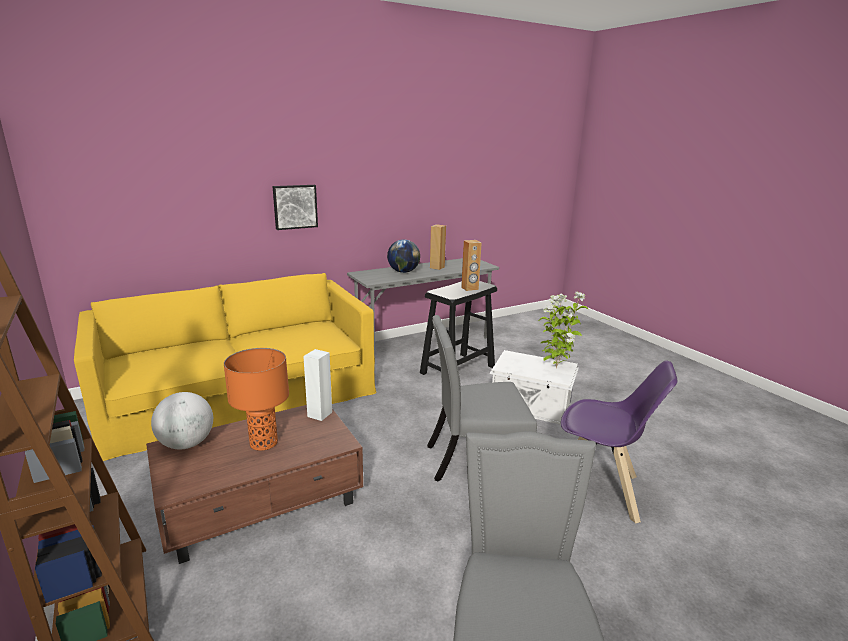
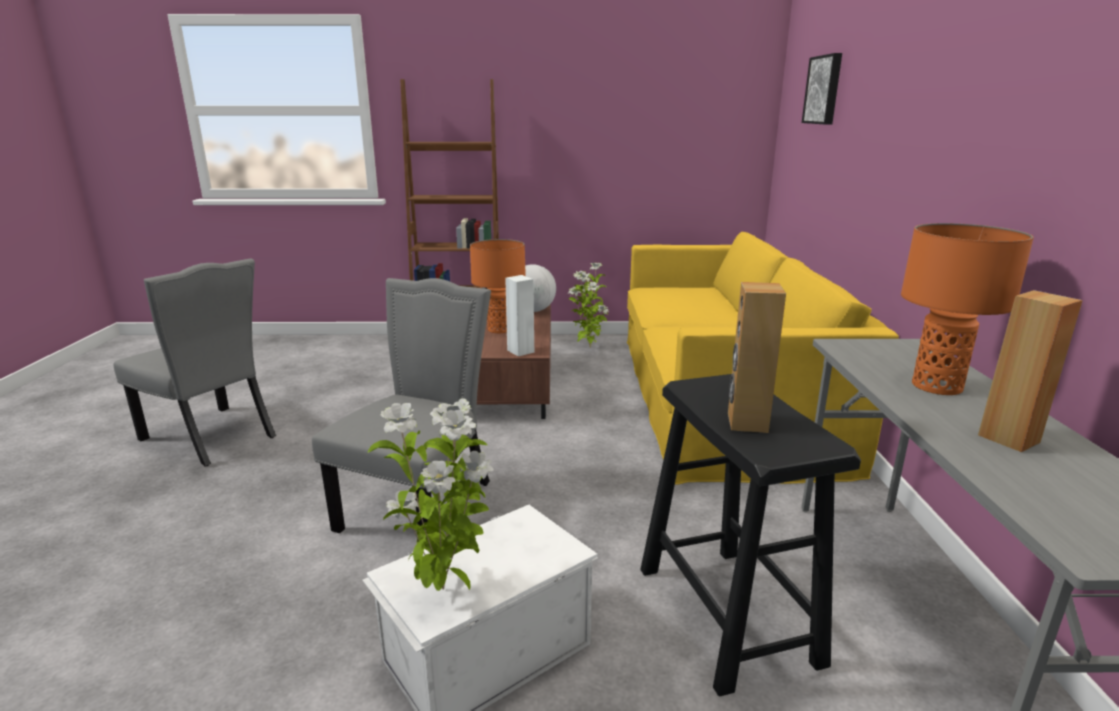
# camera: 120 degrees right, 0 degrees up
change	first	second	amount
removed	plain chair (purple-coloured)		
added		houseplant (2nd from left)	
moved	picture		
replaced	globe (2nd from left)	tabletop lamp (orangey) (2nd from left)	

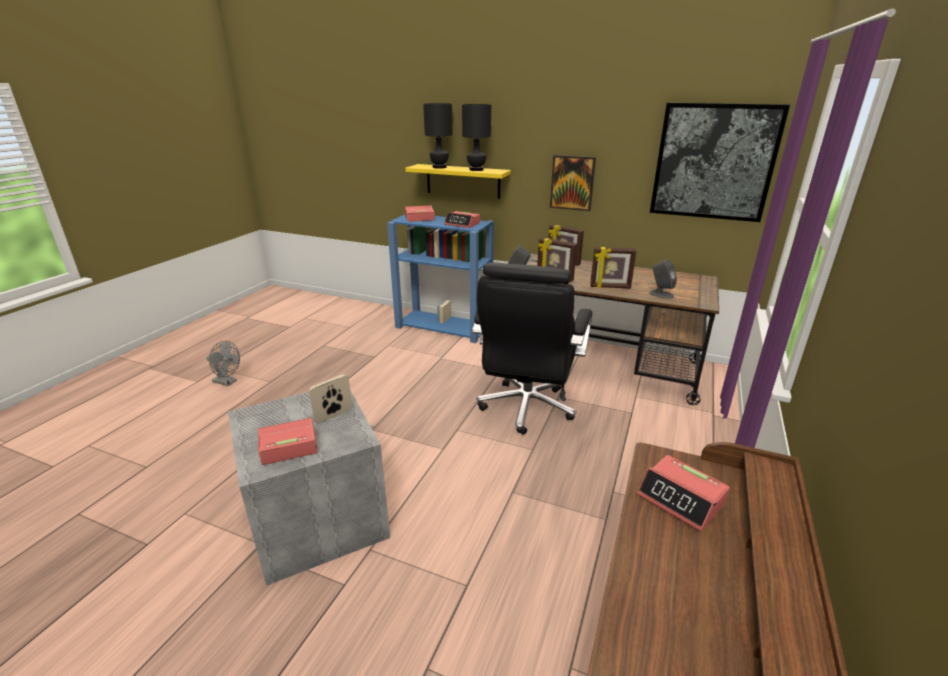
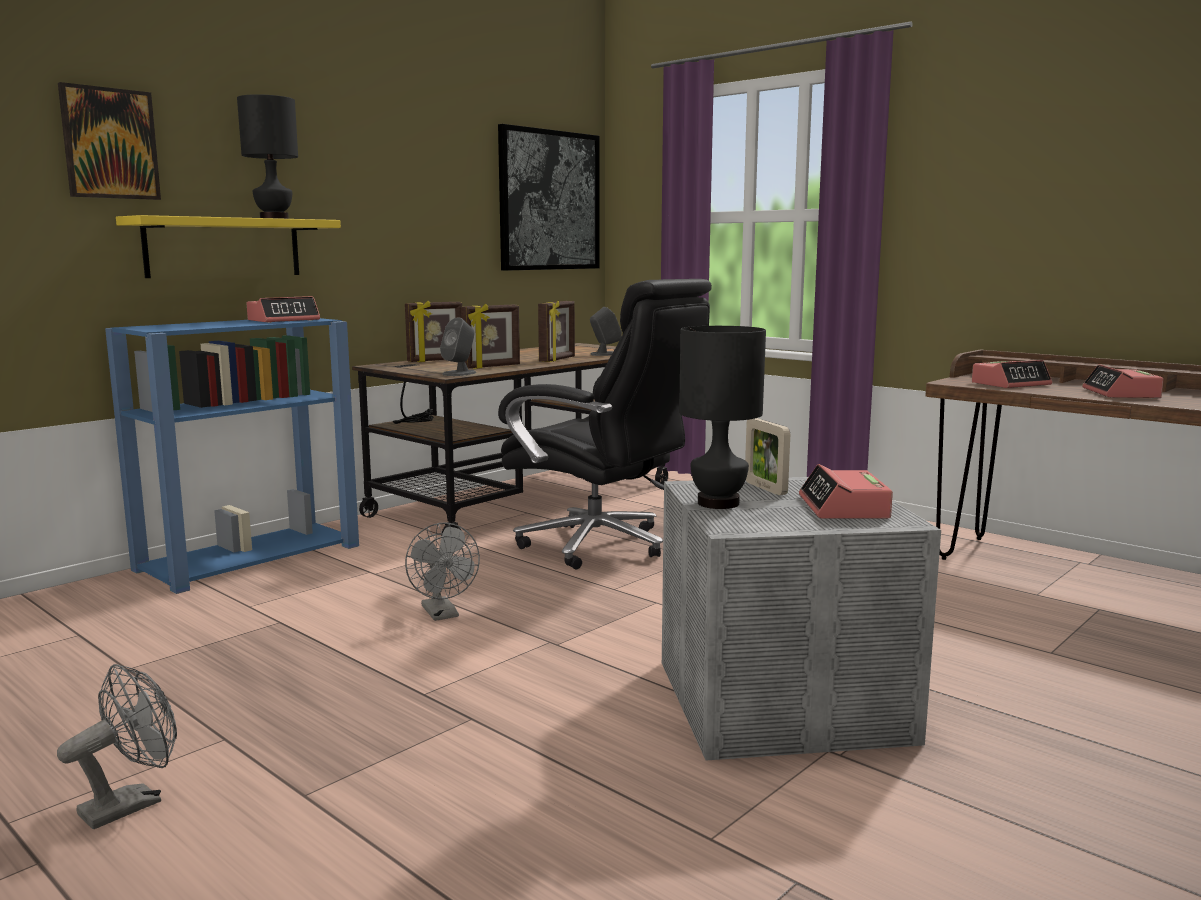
# camera: 70 degrees left, 15 degrees down
change	first	second	amount
added		cooling fan (greyish) (2nd from left)	
moved	bedside clock (2nd from left in the first image)	bedside clock (4th from left)	
moved	tabletop lamp (black-coloured) (1st from left in the first image)	tabletop lamp (black-coloured) (2nd from left)	
moved	picture (1st from left)		

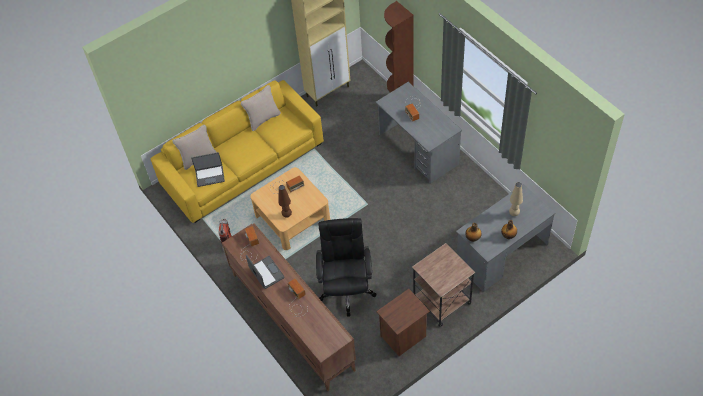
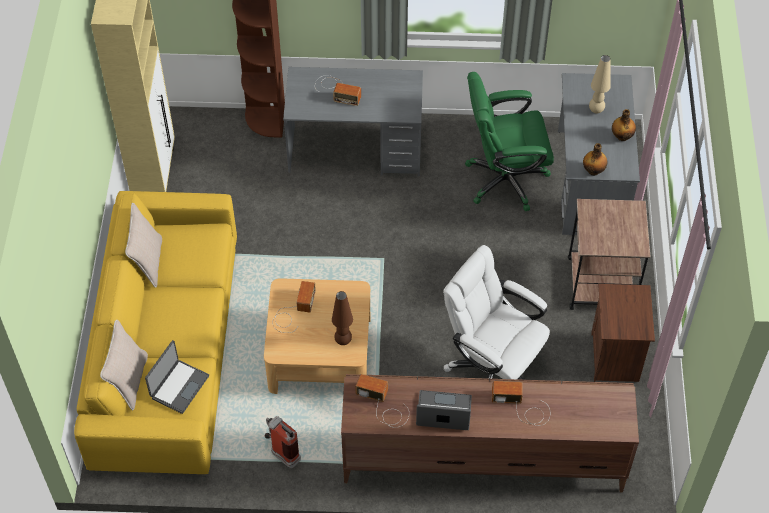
# camera: 55 degrees left, 0 degrees up
change	first	second	amount
added		desk chair (green)	
recoloured	desk chair (black-coloured)	desk chair (whitish)	

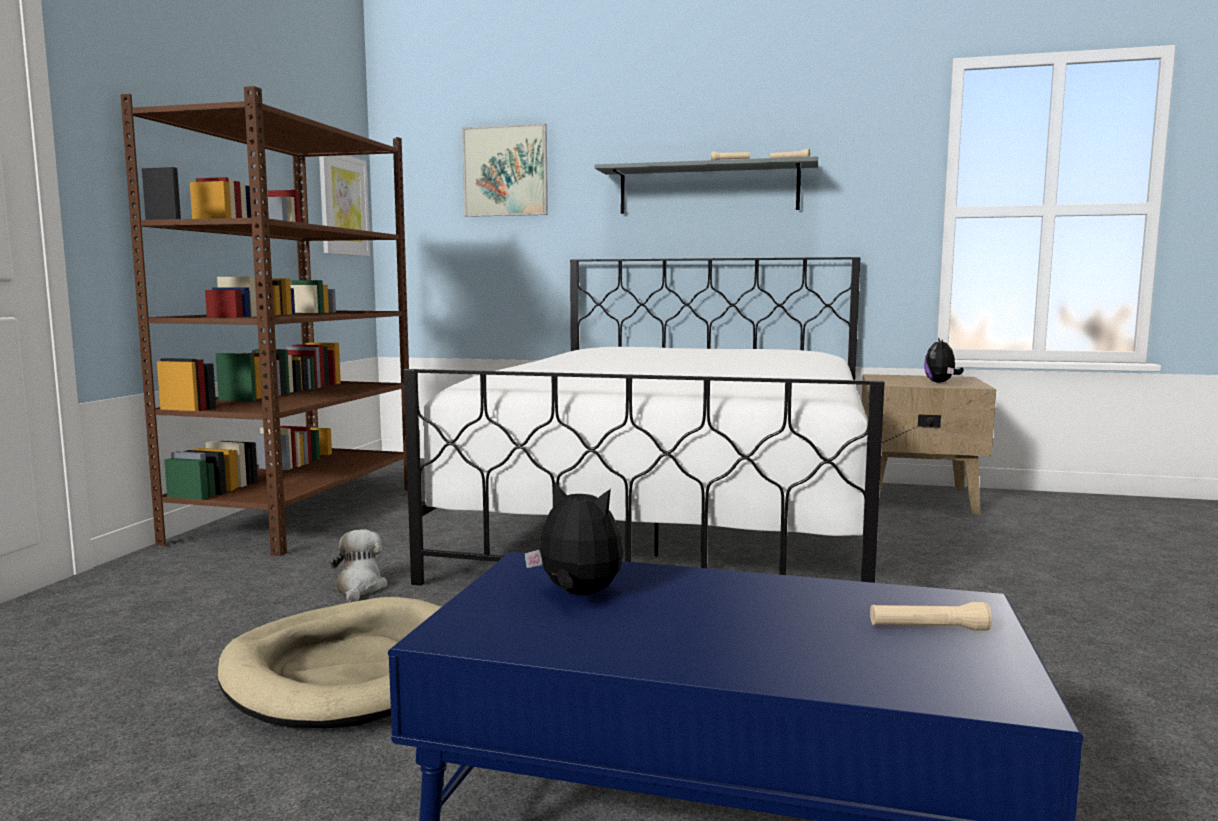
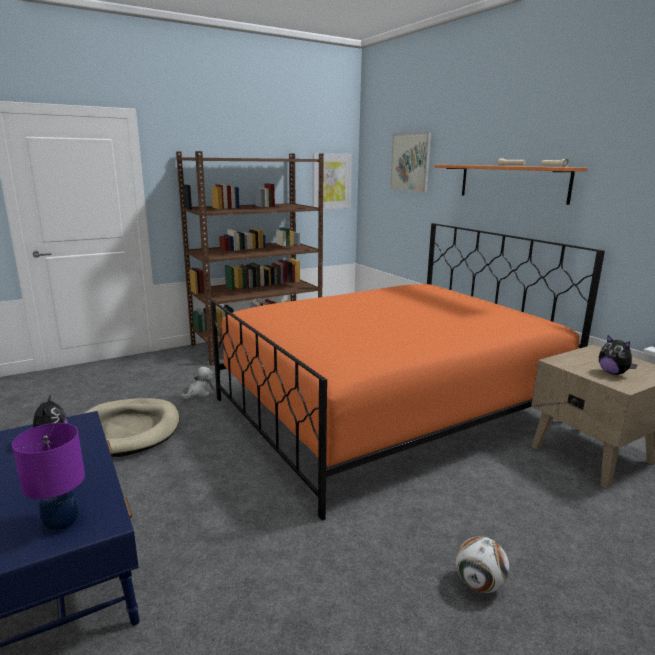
# camera: 45 degrees right, 10 degrees up
change	first	second	amount
added		ball for football	
replaced	hand torch (sand-coloured) (3rd from left)	tabletop lamp (purple-coloured)	
recoloured	bed (whitish)	bed (orangey)	
recoloured	wall shelf (greyish)	wall shelf (orangey)	
turned	soft toy (3rd from left)		90 degrees counterclockwise

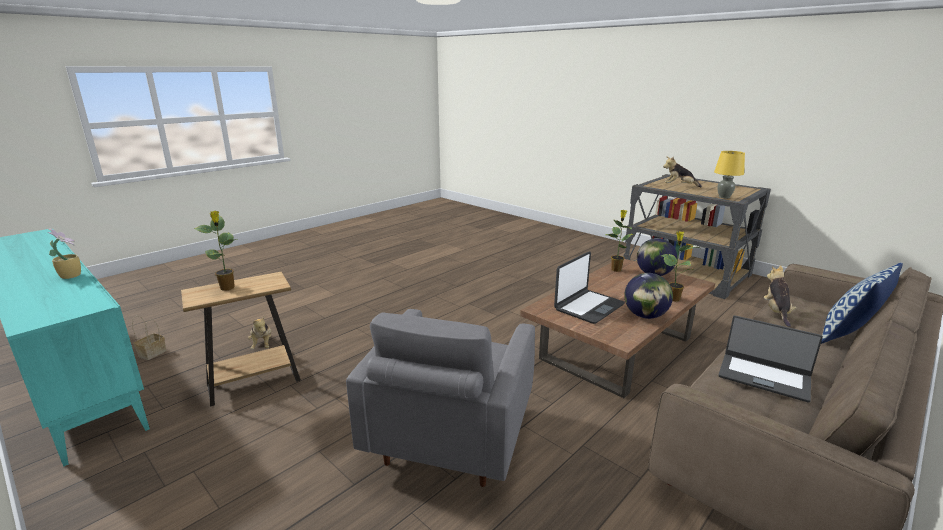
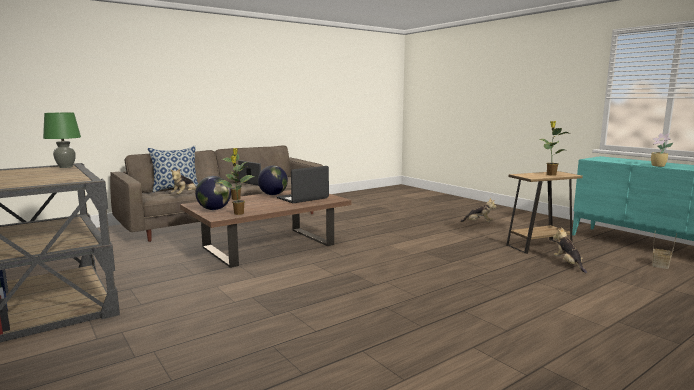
# camera: 170 degrees left, 10 degrees down
change	first	second	amount
removed	armchair (greyish)		
moved	soft toy (2nd from left)		
recoloured	tabletop lamp (yellowish)	tabletop lamp (green)	

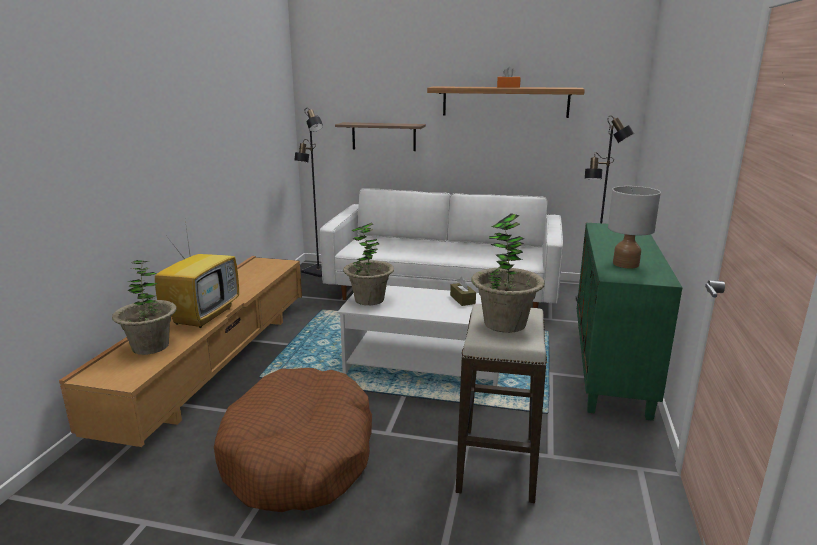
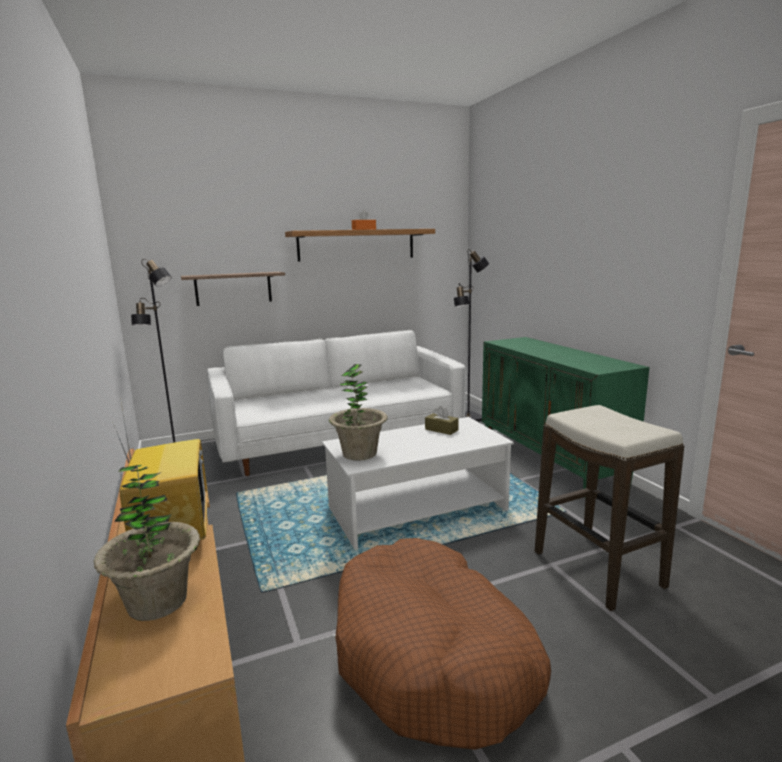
# camera: 35 degrees left, 5 degrees down
change	first	second	amount
removed	houseplant (3rd from left)		
removed	tabletop lamp (greyish)		

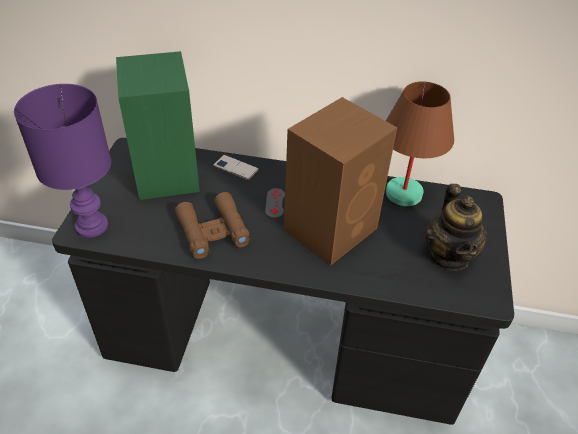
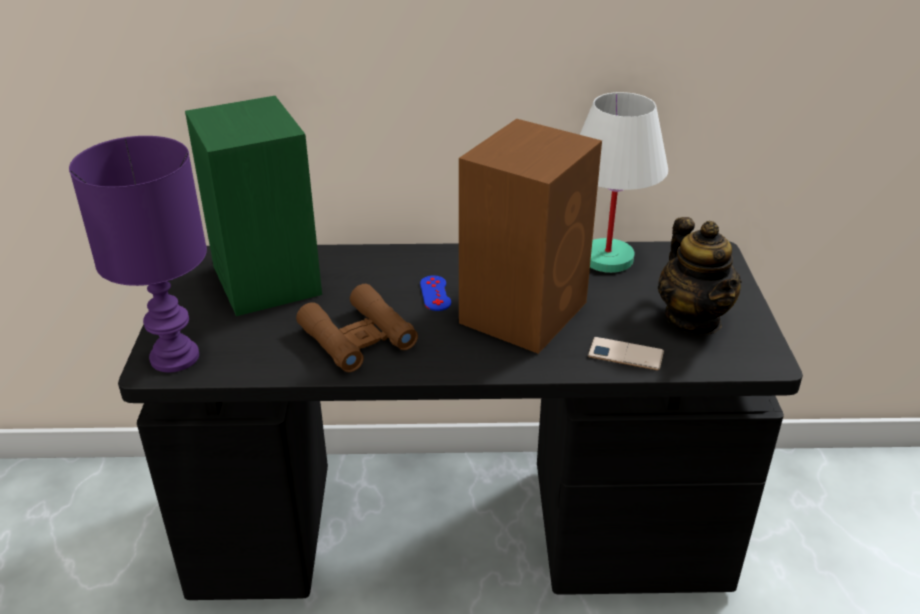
# camera: 10 degrees left, 10 degrees down
change	first	second	amount
moved	phone		
recoloured	joypad (greyish)	joypad (blue-coloured)	
recoloured	tabletop lamp (brown)	tabletop lamp (whitish)	

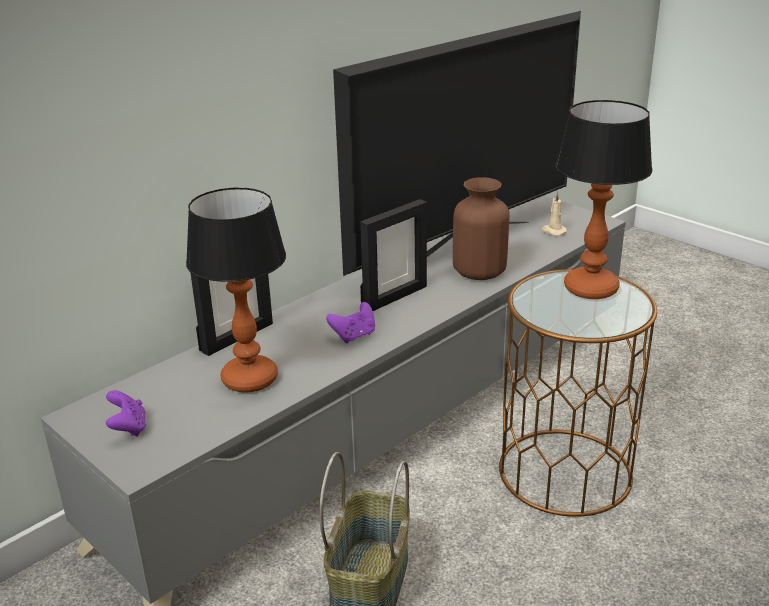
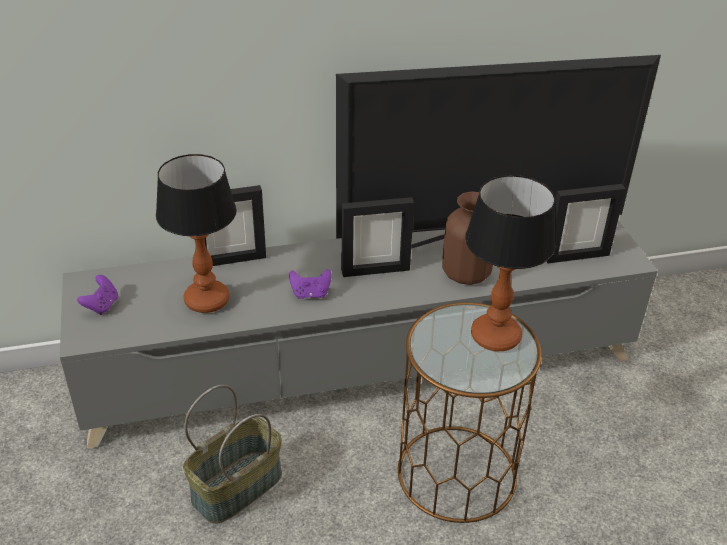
# camera: 30 degrees right, 10 degrees up
change	first	second	amount
replaced	candle (sand-coloured)	picture frame (3rd from left)	

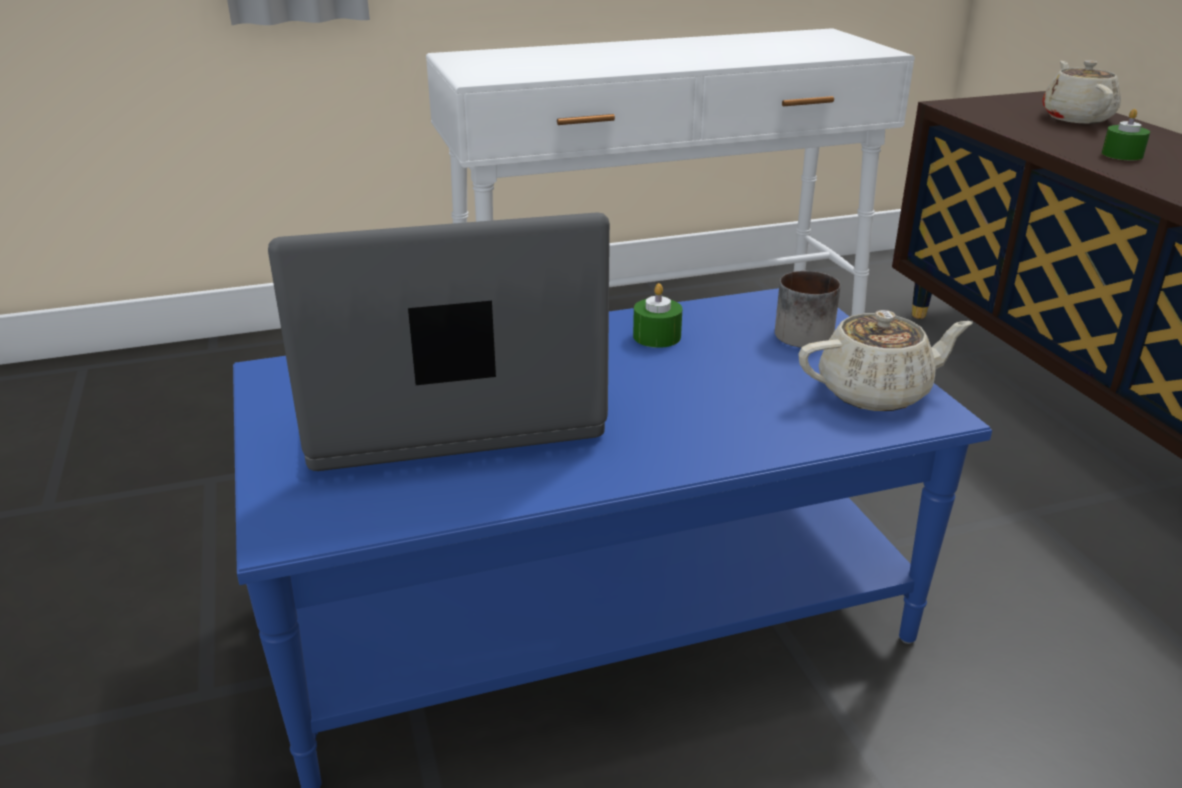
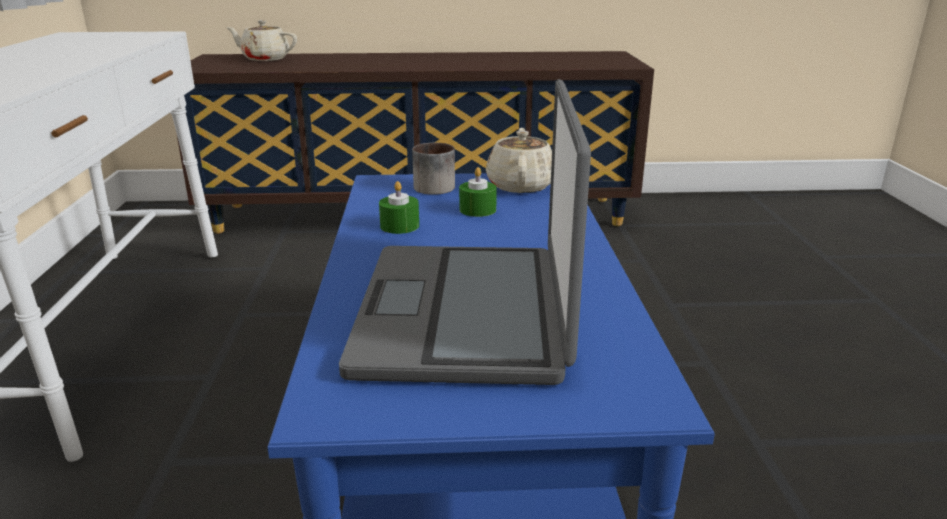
# camera: 75 degrees left, 5 degrees down
change	first	second	amount
moved	candle (green) (2nd from left)		

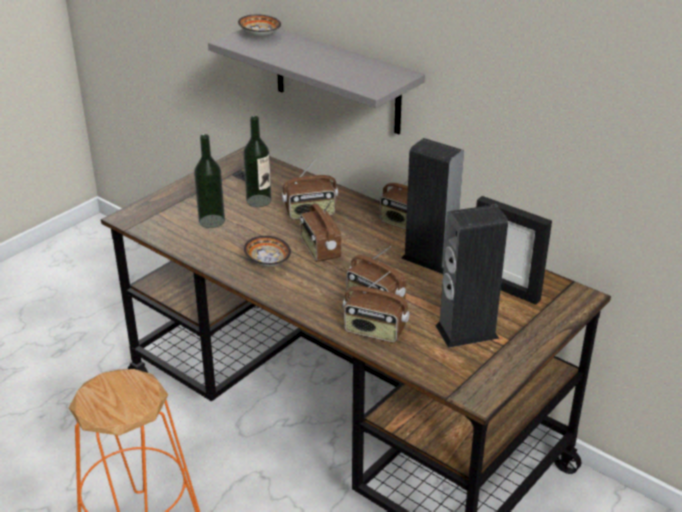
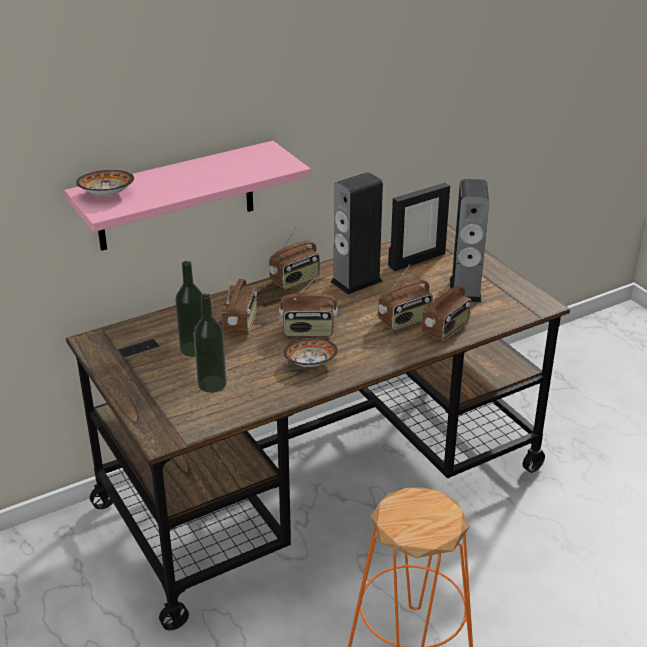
# camera: 70 degrees left, 0 degrees up
change	first	second	amount
recoloured	wall shelf (greyish)	wall shelf (pinkish)	

